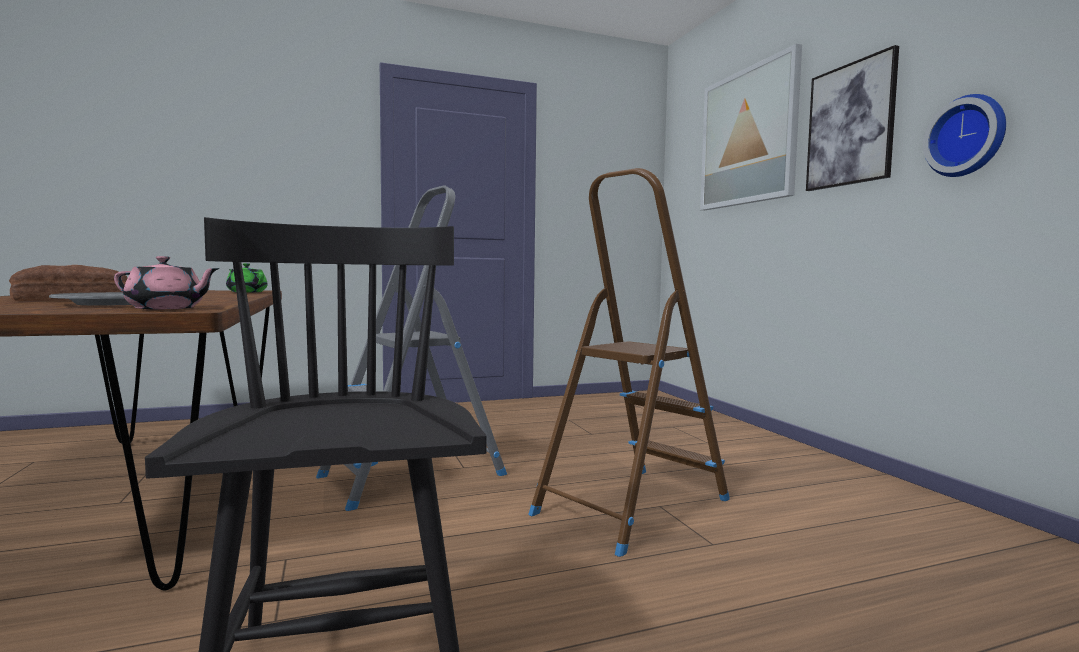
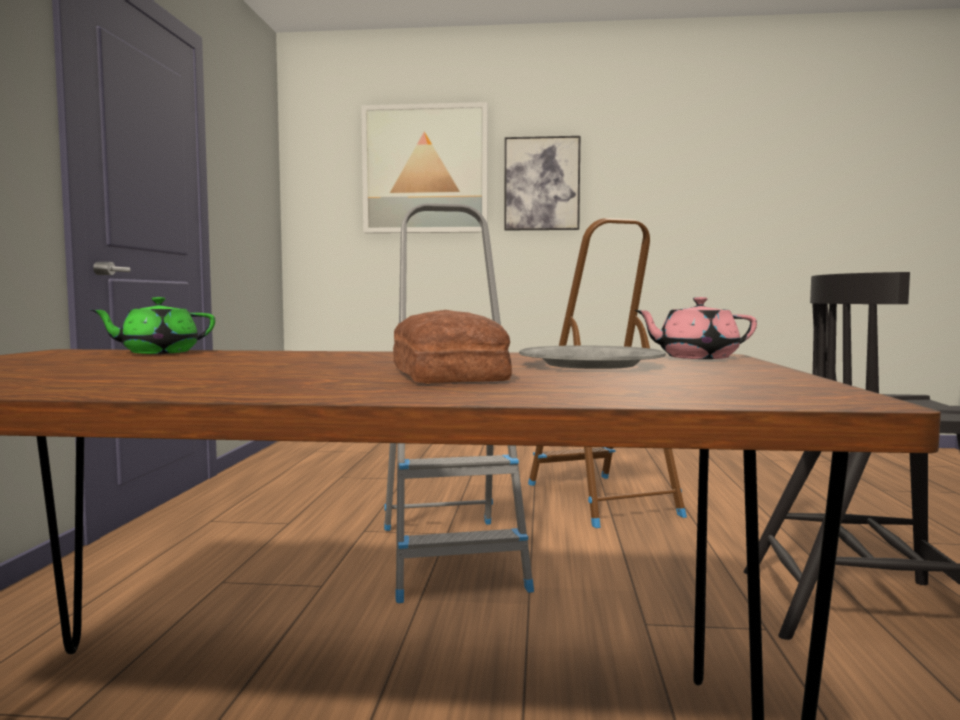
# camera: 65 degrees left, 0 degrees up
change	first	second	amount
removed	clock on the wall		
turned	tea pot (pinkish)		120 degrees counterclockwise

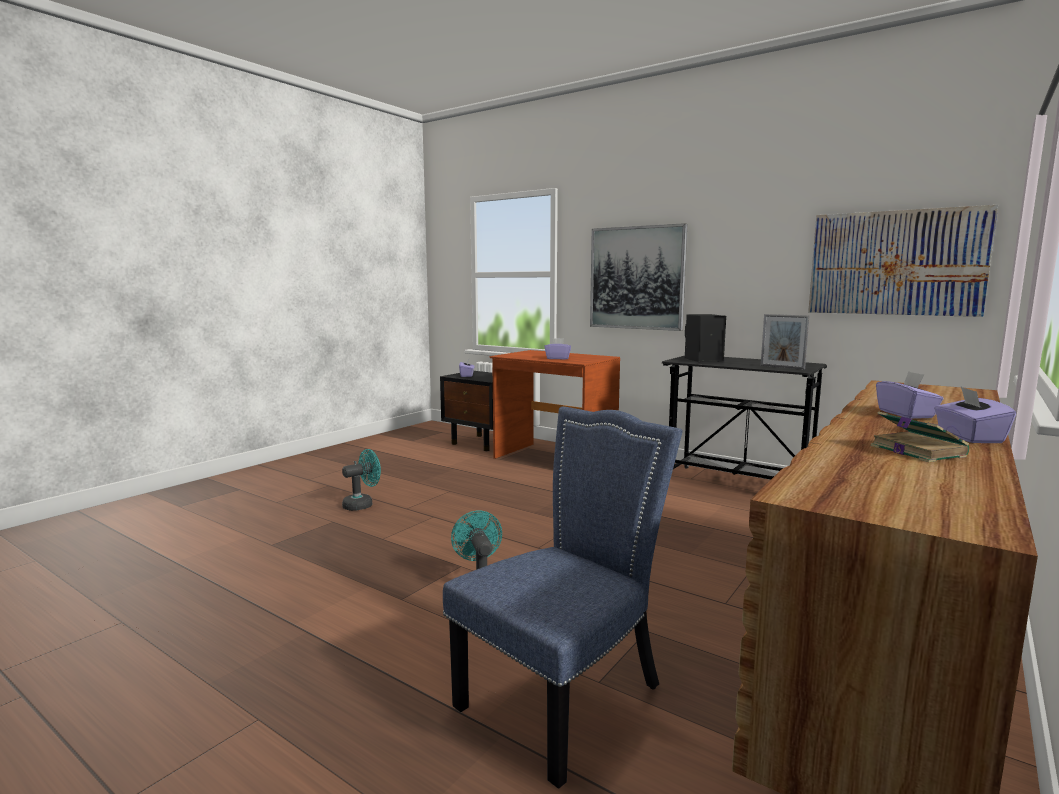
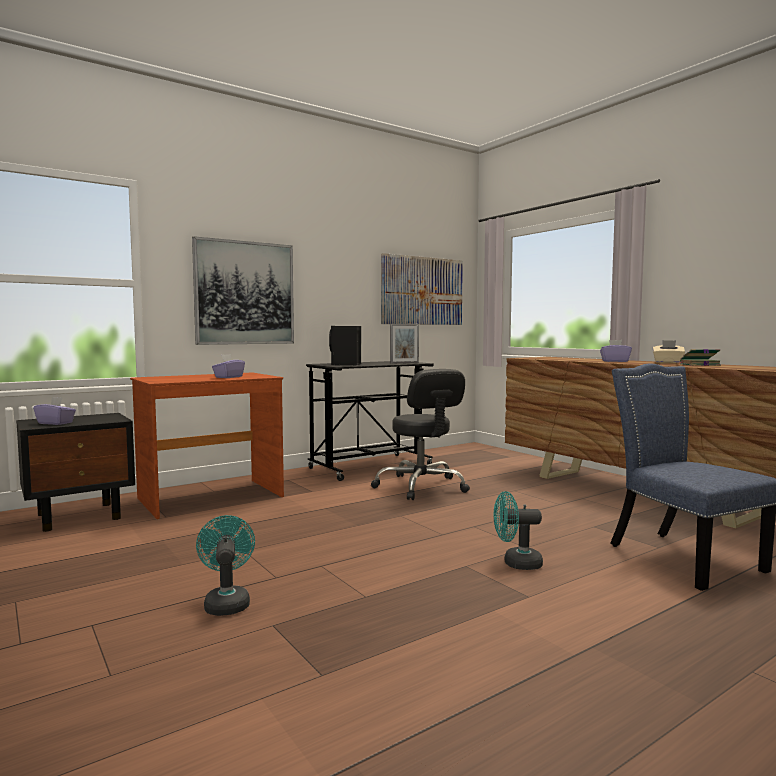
# camera: 70 degrees left, 5 degrees down
change	first	second	amount
added		desk chair (black-coloured)	
recoloured	box of tissues (purple-coloured) (4th from left)	box of tissues (sand-coloured)	

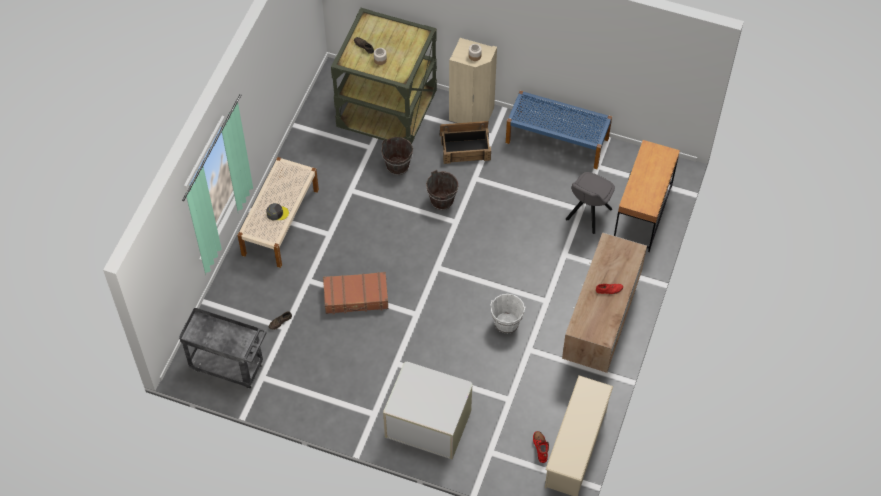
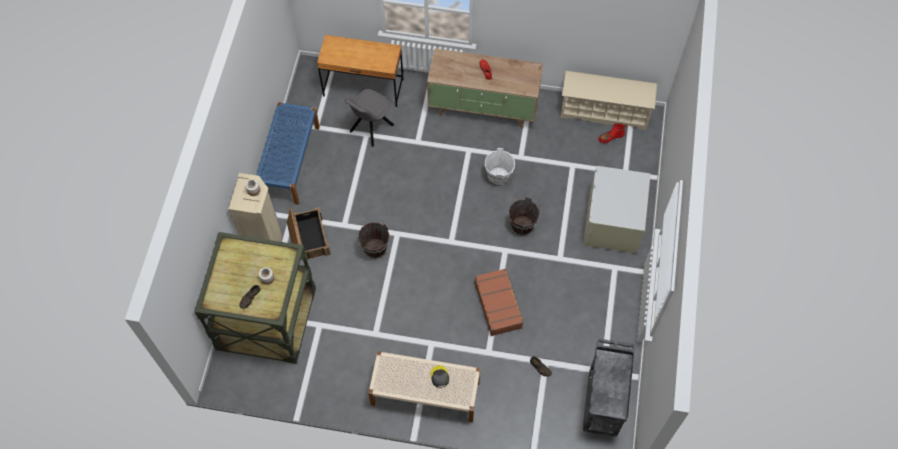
# camera: 100 degrees left, 5 degrees up
change	first	second	amount
moved	water bucket (brown) (1st from left in the first image)	water bucket (brown) (2nd from left)	
turned	plain chair (greyish)		105 degrees clockwise

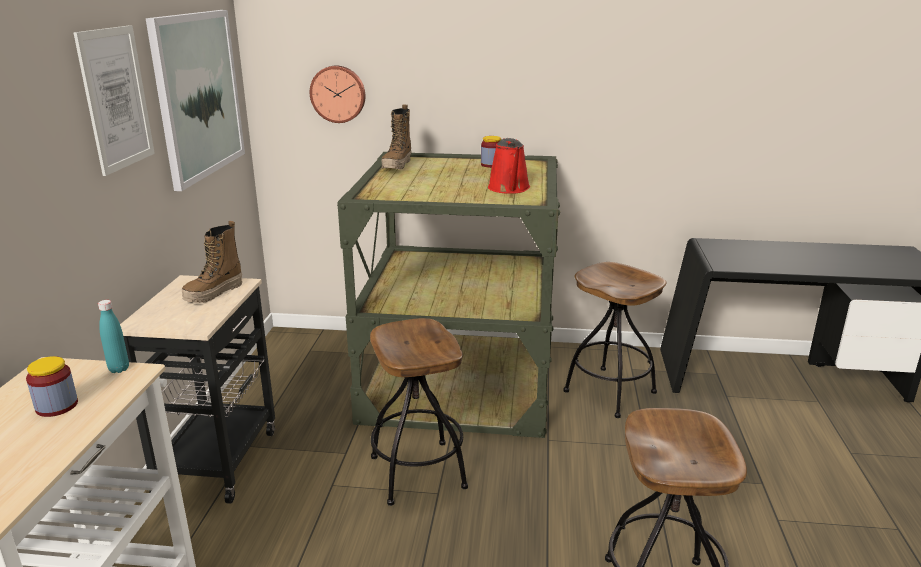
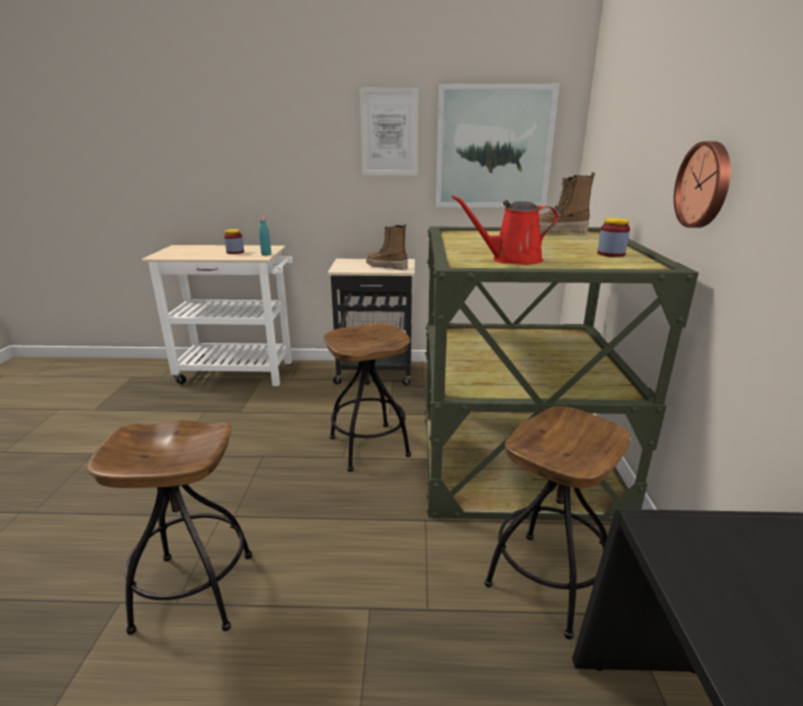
# camera: 85 degrees right, 0 degrees up
change	first	second	amount
moved	clock on the wall		

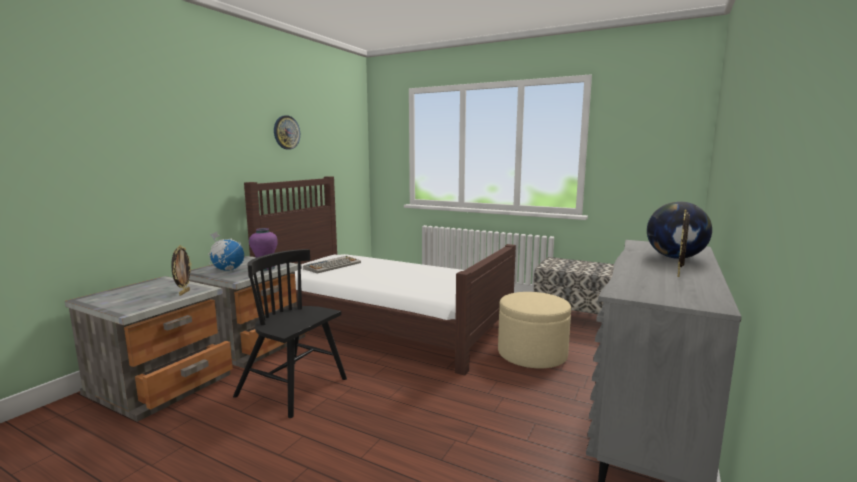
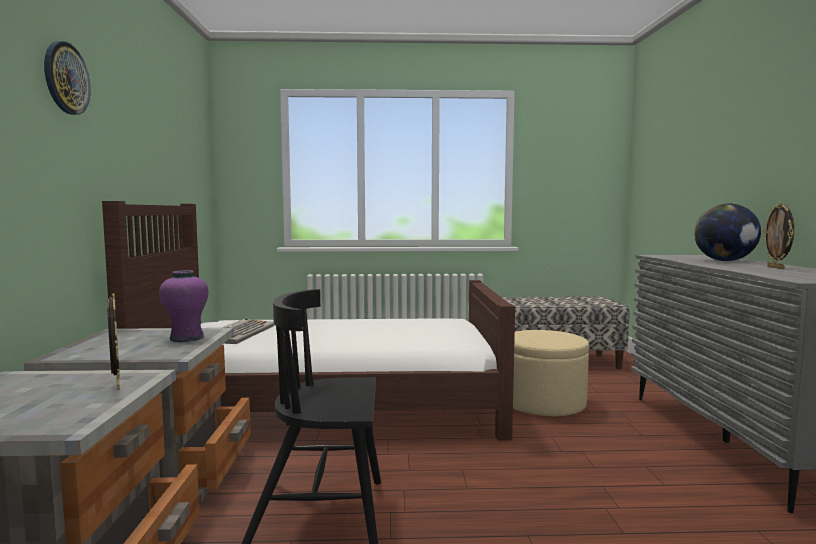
# camera: 30 degrees left, 5 degrees down
change	first	second	amount
removed	globe (1st from left)		
moved	clock on the wall		

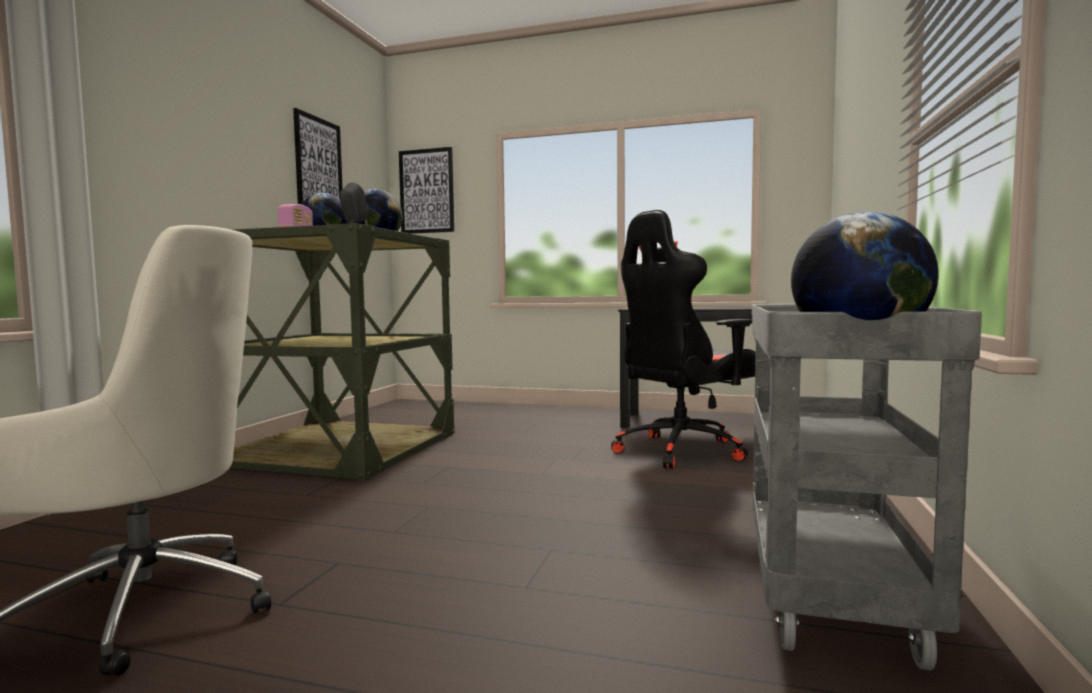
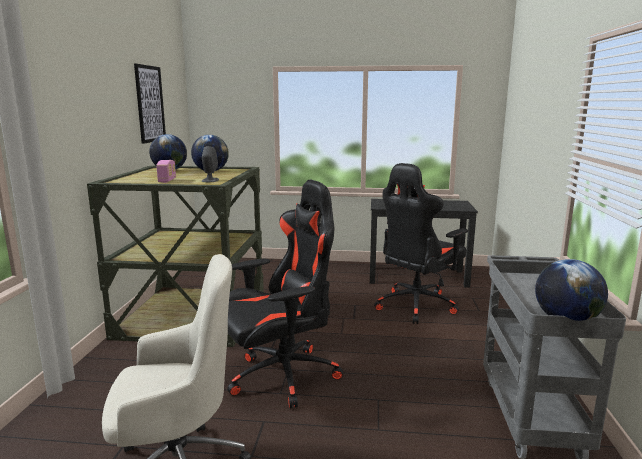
# camera: 10 degrees left, 10 degrees up
change	first	second	amount
removed	picture (2nd from left)		
added		desk chair (black-coloured) (1st from left)	

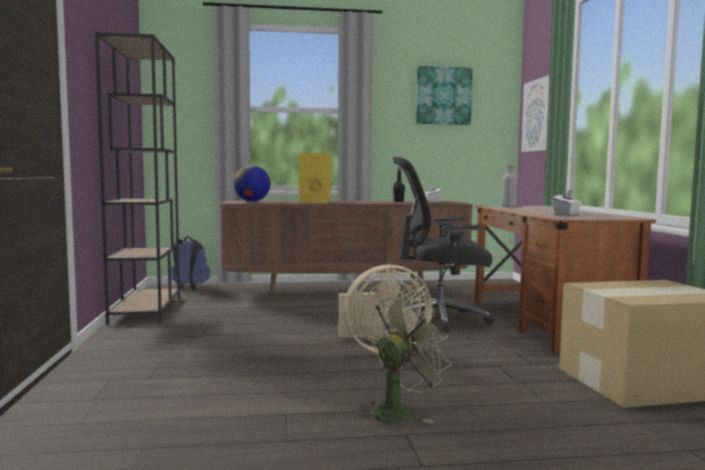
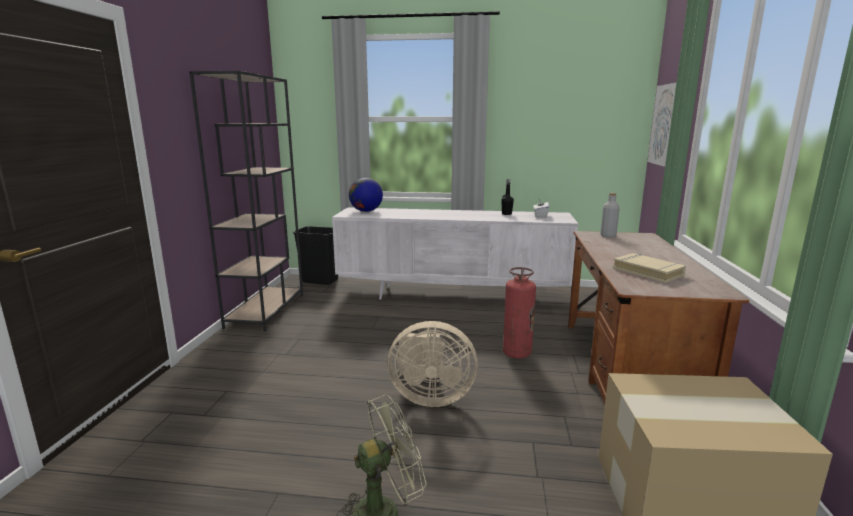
# camera: 15 degrees right, 10 degrees up
change	first	second	amount
removed	audio speaker (yellowish)		
removed	picture (1st from left)		
replaced	backpack (blue-coloured)	trash can (black-coloured)	
replaced	desk chair	fire extinguisher	
replaced	box of tissues (whitish) (2nd from left)	volume (sand-coloured)	
recoloured	cupboard (brown)	cupboard (whitish)	

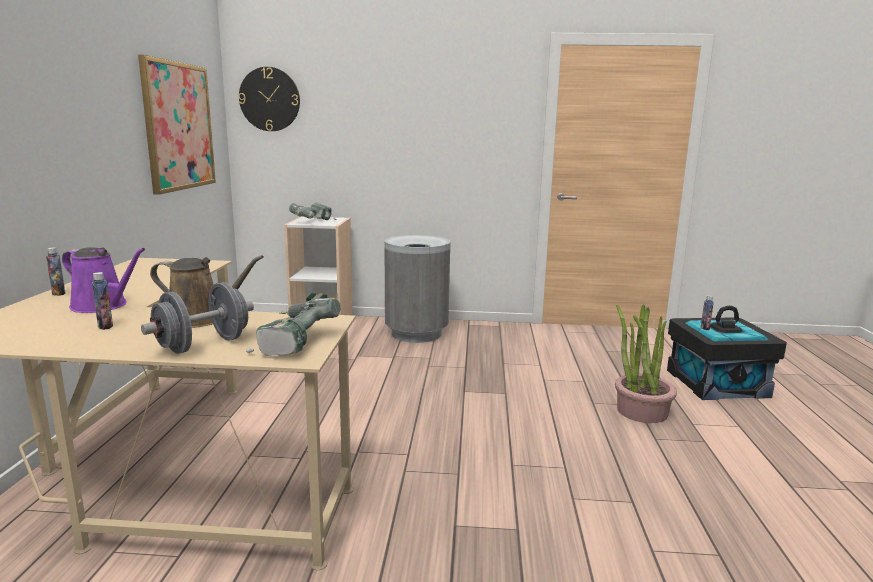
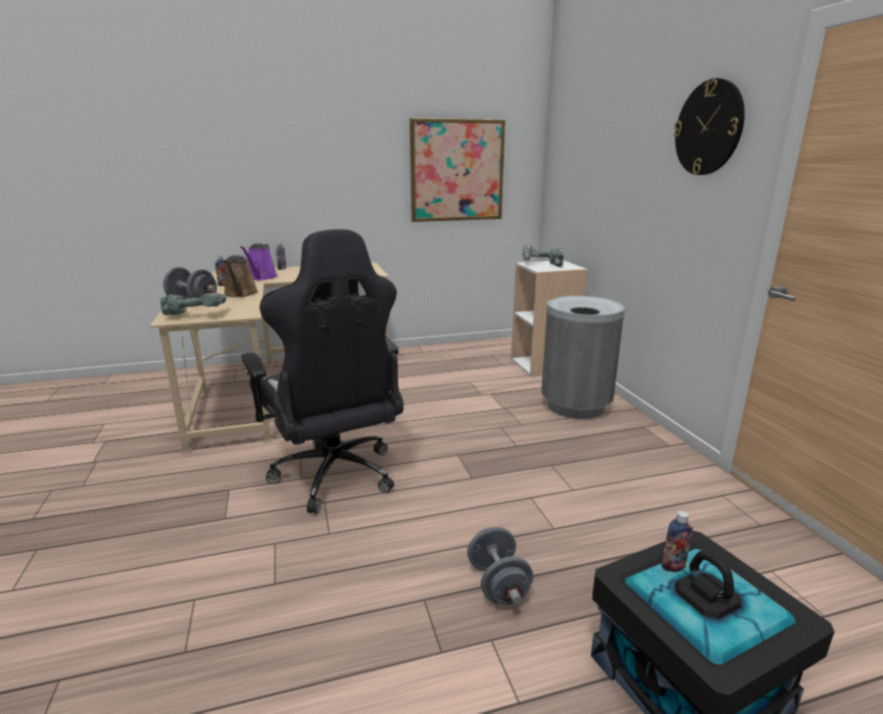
# camera: 70 degrees right, 5 degrees up
change	first	second	amount
added		desk chair (black-coloured)	
moved	clock on the wall		
replaced	houseplant	dumbbell (greyish) (2nd from left)	

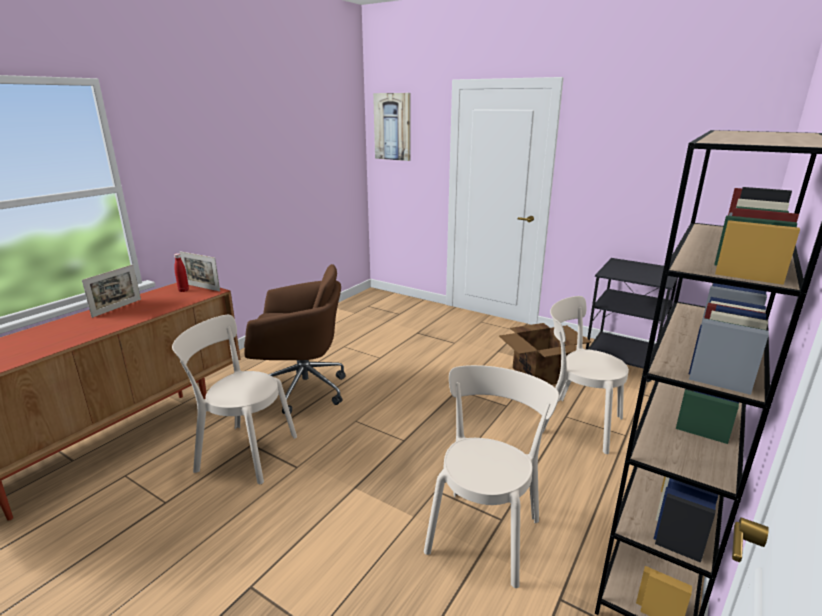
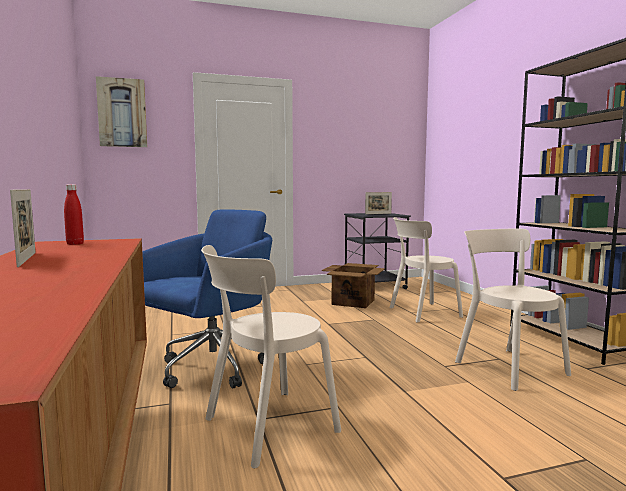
# camera: 50 degrees left, 15 degrees down
change	first	second	amount
moved	picture frame (2nd from left)		
recoloured	desk chair (brown)	desk chair (blue-coloured)	

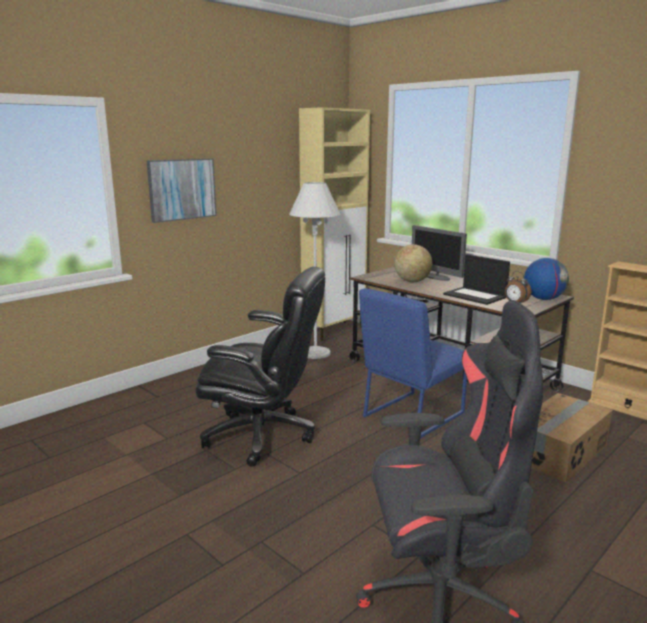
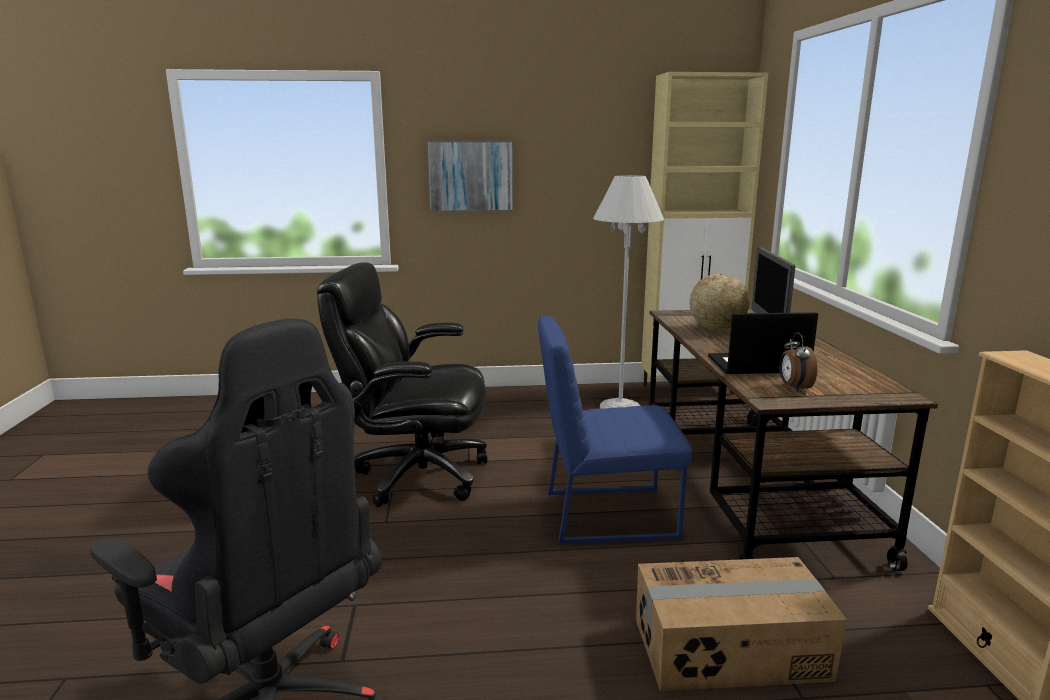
# camera: 40 degrees right, 0 degrees up
change	first	second	amount
removed	globe (2nd from left)		
turned	desk chair (black-coloured) (1st from left in the first image)	desk chair (black-coloured) (2nd from left)	135 degrees clockwise
turned	notebook computer		90 degrees clockwise

